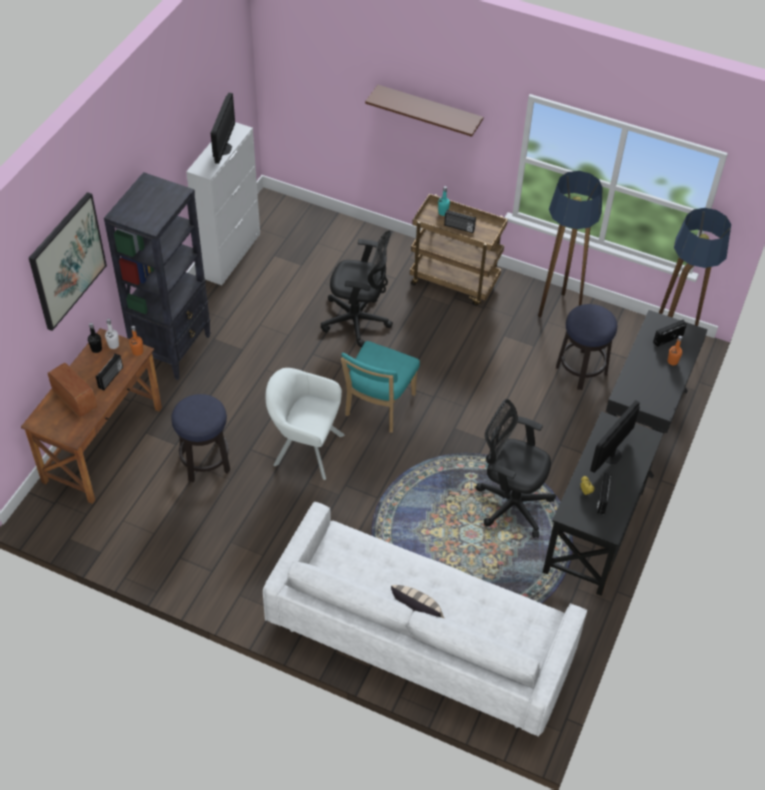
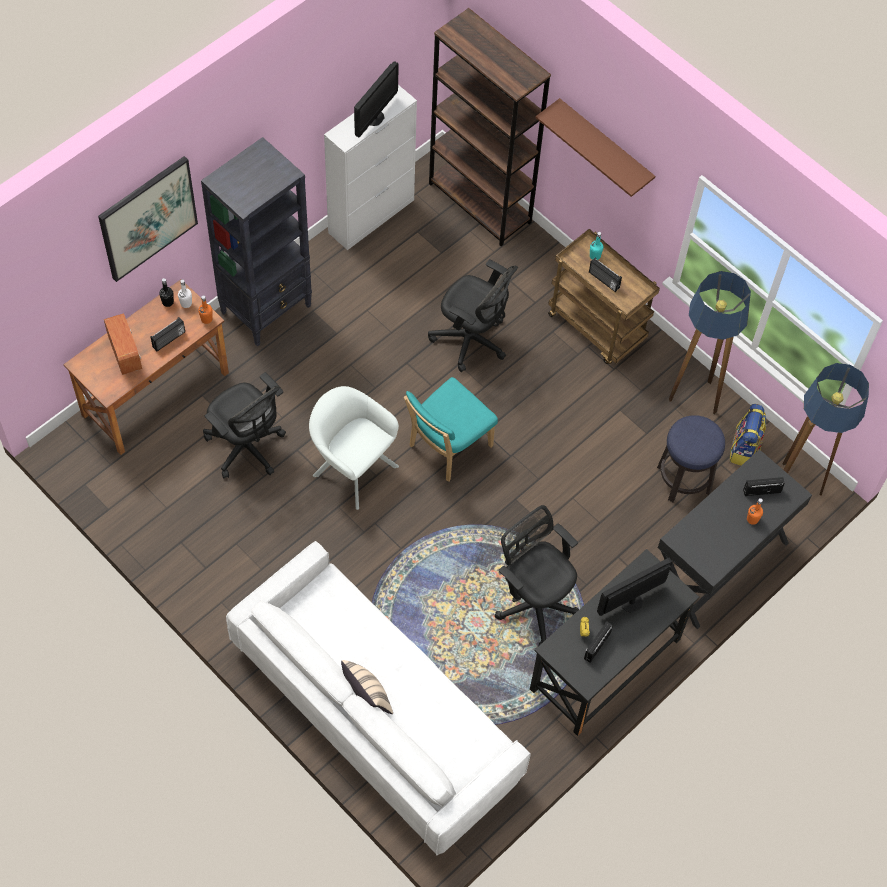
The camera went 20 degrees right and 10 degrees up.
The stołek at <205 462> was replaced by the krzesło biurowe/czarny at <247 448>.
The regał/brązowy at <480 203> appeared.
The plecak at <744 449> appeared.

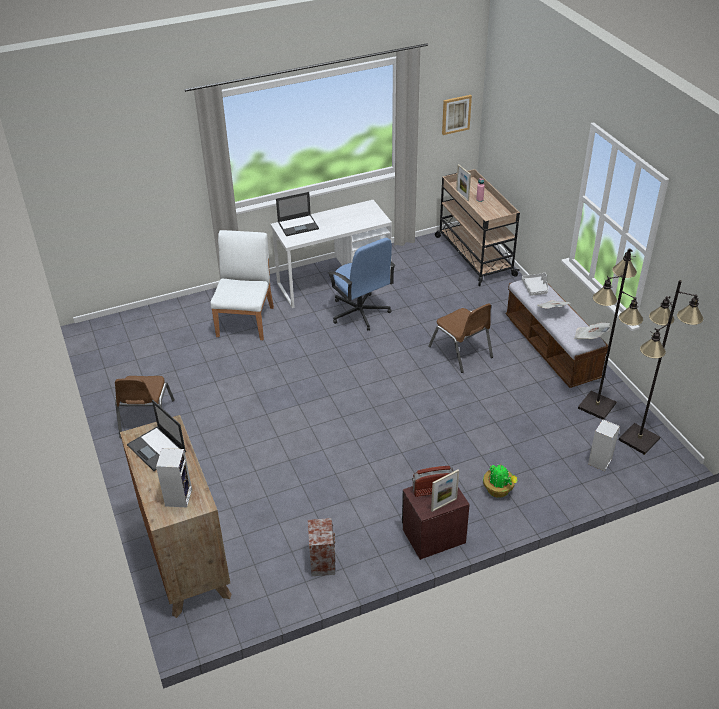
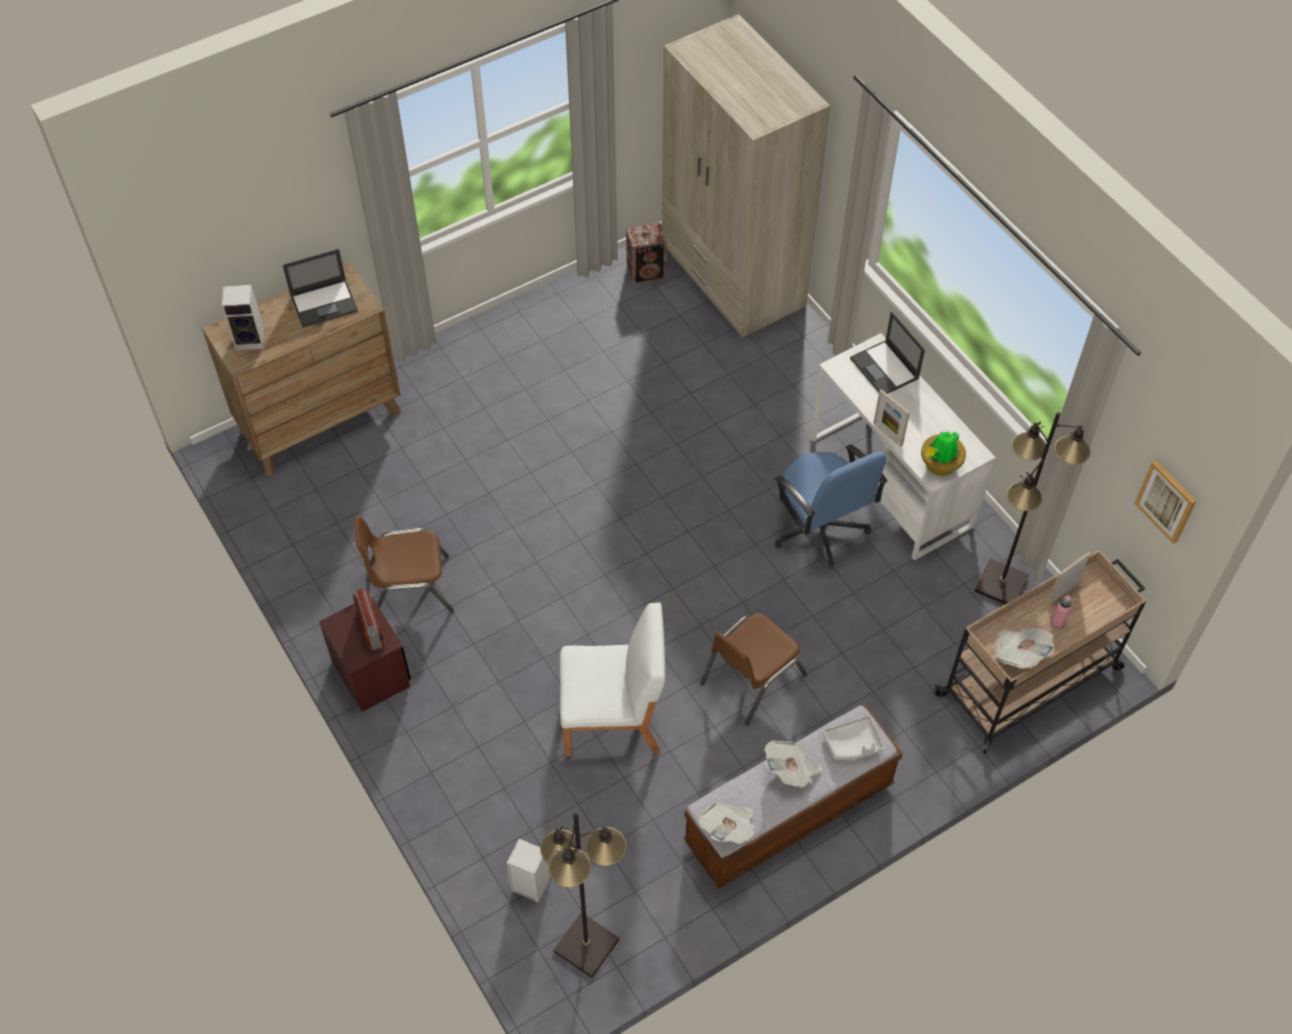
The camera went 80 degrees right and 15 degrees up.
The krzesło/biały moved from <246 321> to <613 718>.
The krzesło biurowe/niebieski at <360 313> turned 75 degrees counterclockwise.
The lampa stojąca/czarny moved from <597 406> to <1001 584>.
The krzesło/brązowy moved from <146 419> to <409 588>.
The laptop at <157 449> turned 150 degrees counterclockwise.
The roślina doniczkowa moved from <498 490> to <939 465>.
The ramka na zdjęcie moved from <444 504> to <887 434>.
The głośnik moved from <323 561> to <647 272>.
The szafa/beżowy at <732 277> appeared.
The gazeta at <1019 653> appeared.

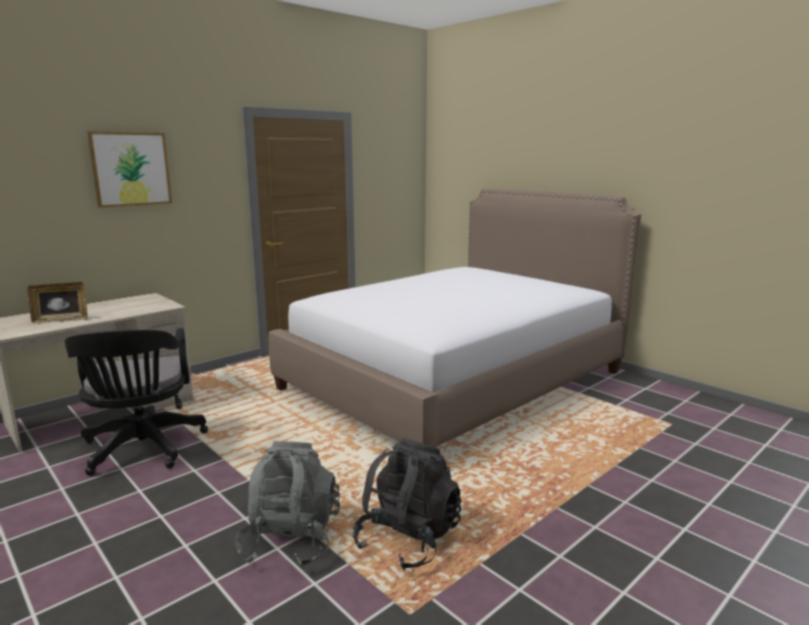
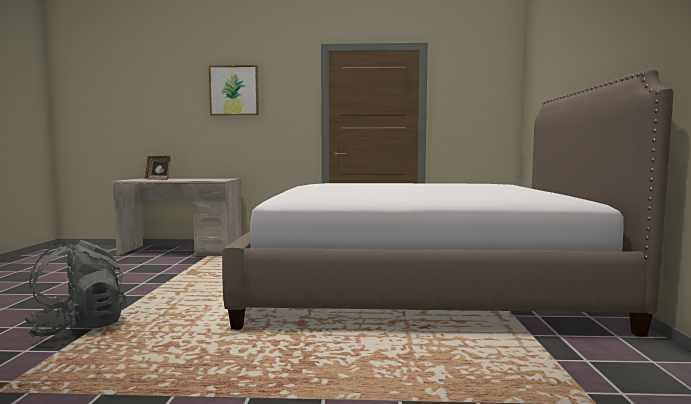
The camera went 45 degrees right and 10 degrees down.
The krzesło biurowe/czarny at <142 449> disappeared.
The plecak/czarny at <408 539> disappeared.

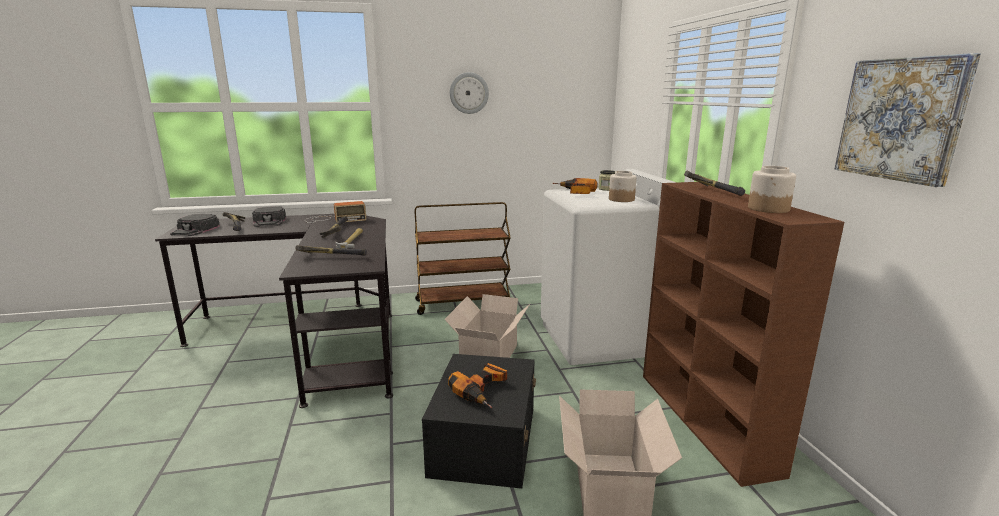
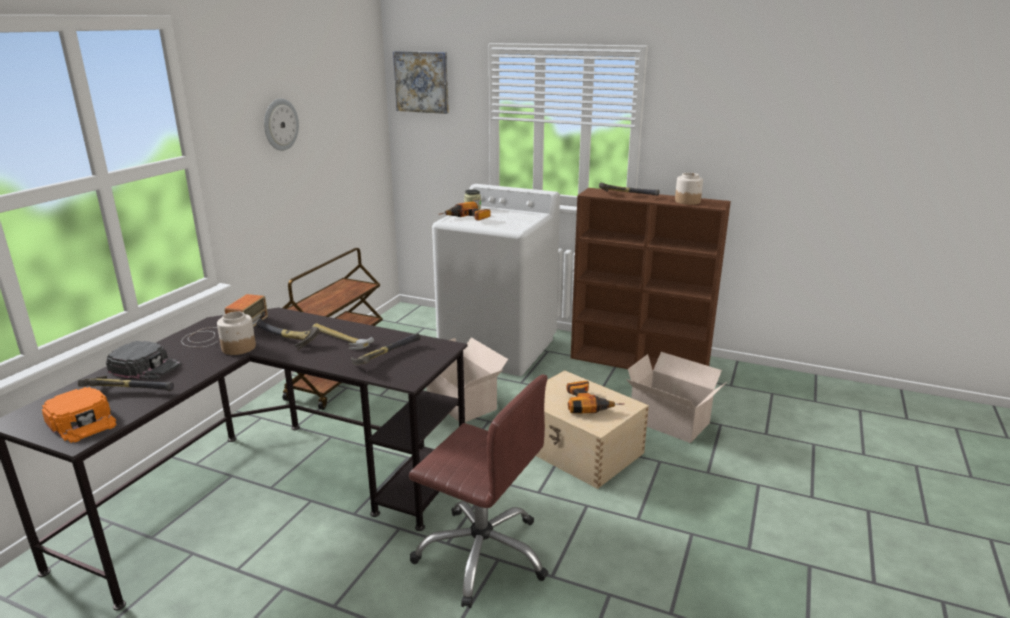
The camera went 55 degrees left and 5 degrees up.
The obraz moved from <901 119> to <422 82>.
The słoik moved from <621 199> to <238 348>.
The czapka z daszkiem/czarny at <195 230> became the czapka z daszkiem/pomarańczowy at <82 421>.
The pojemnik do przechowywania/czarny at <483 441> became the pojemnik do przechowywania/beżowy at <579 449>.
The krzesło biurowe/brązowy at <482 554> appeared.

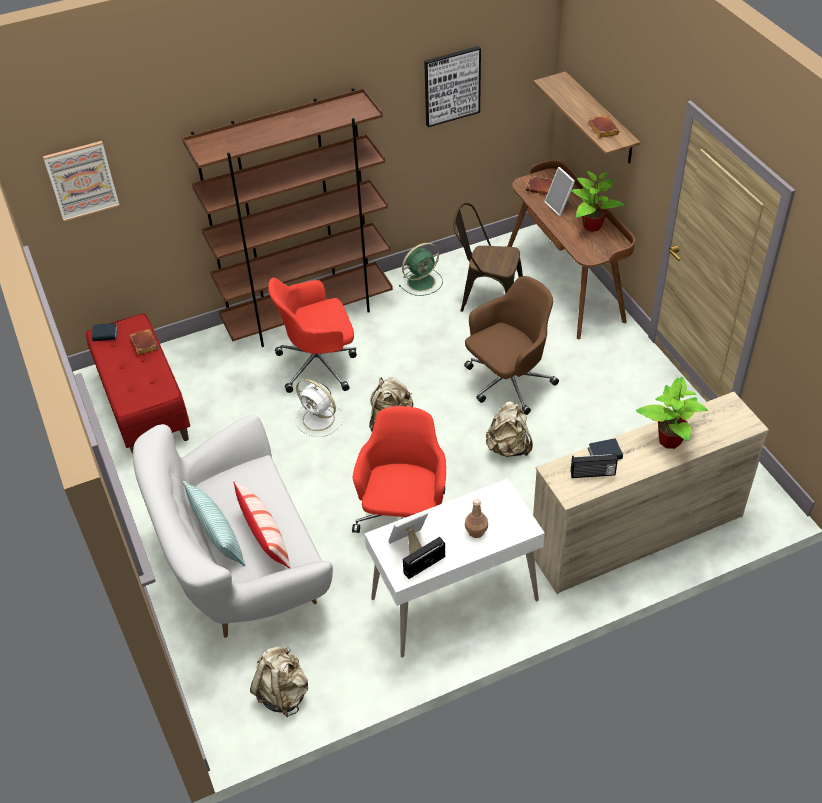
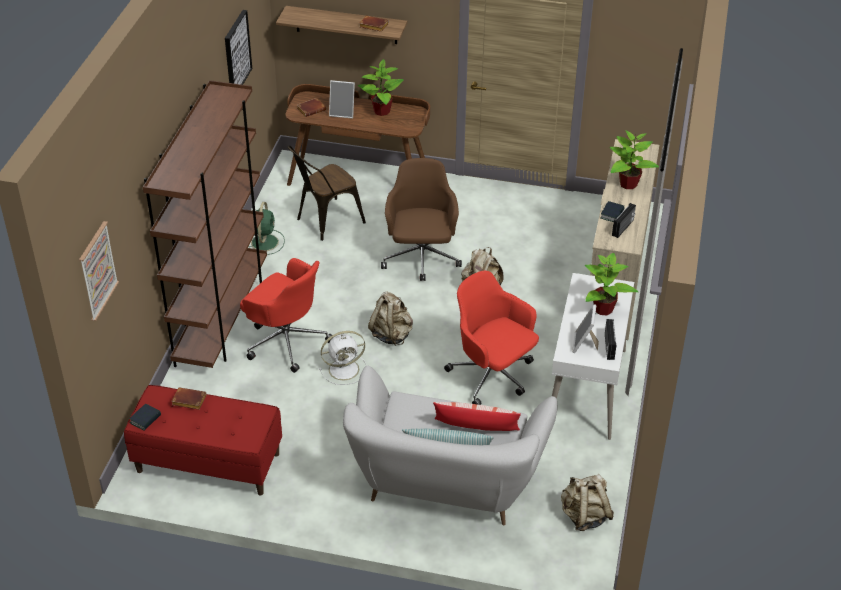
The camera went 55 degrees left and 5 degrees down.
The krzesło biurowe/czerwony at <319 365> turned 75 degrees counterclockwise.
The butelka/brązowy at <476 531> was replaced by the roślina doniczkowa at <603 309>.

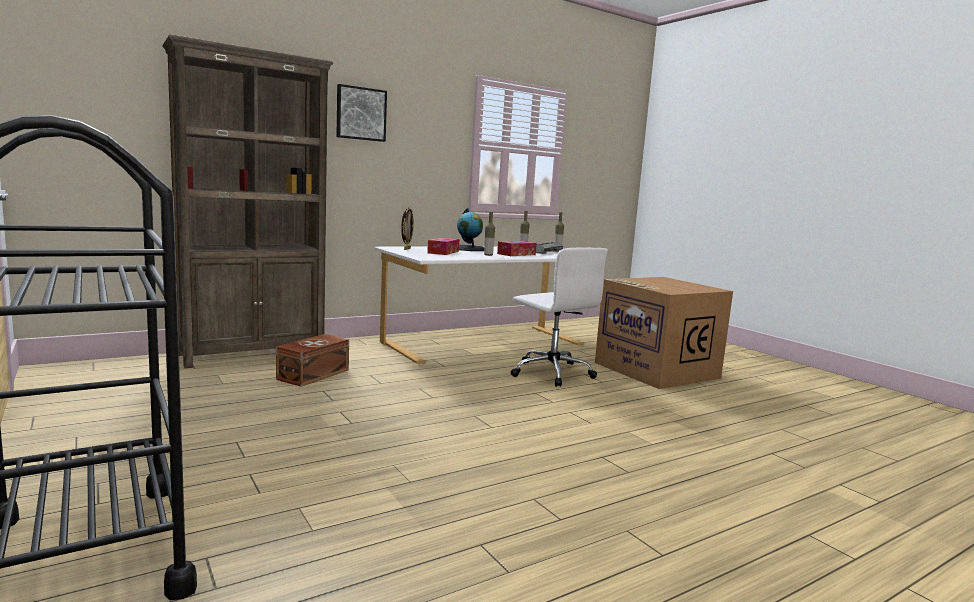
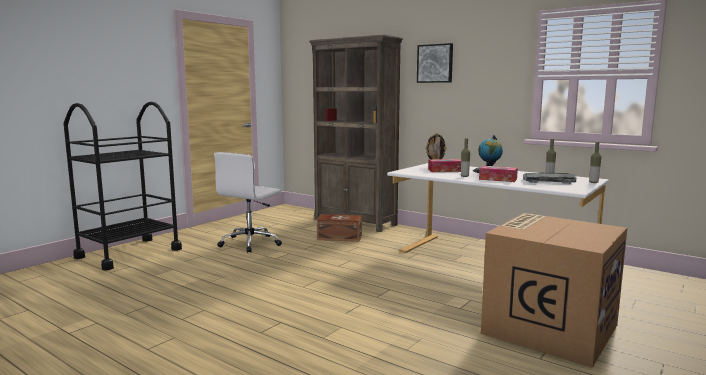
The camera went 70 degrees right and 0 degrees up.
The krzesło biurowe/biały moved from <551 372> to <251 243>.

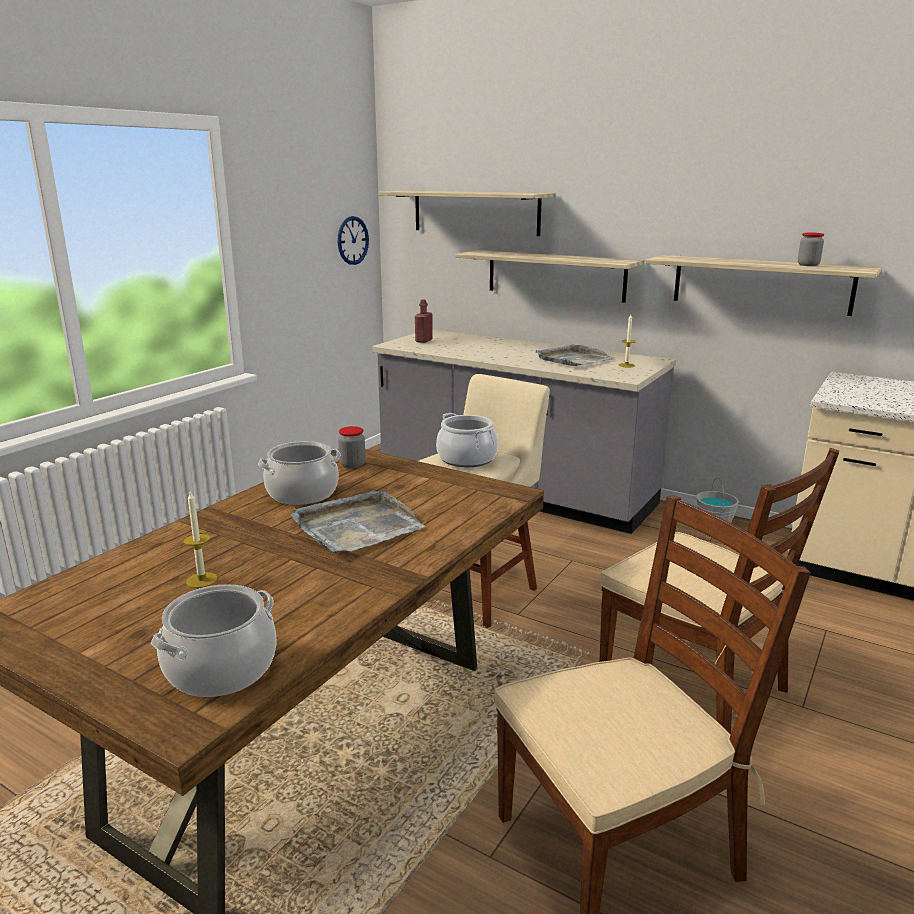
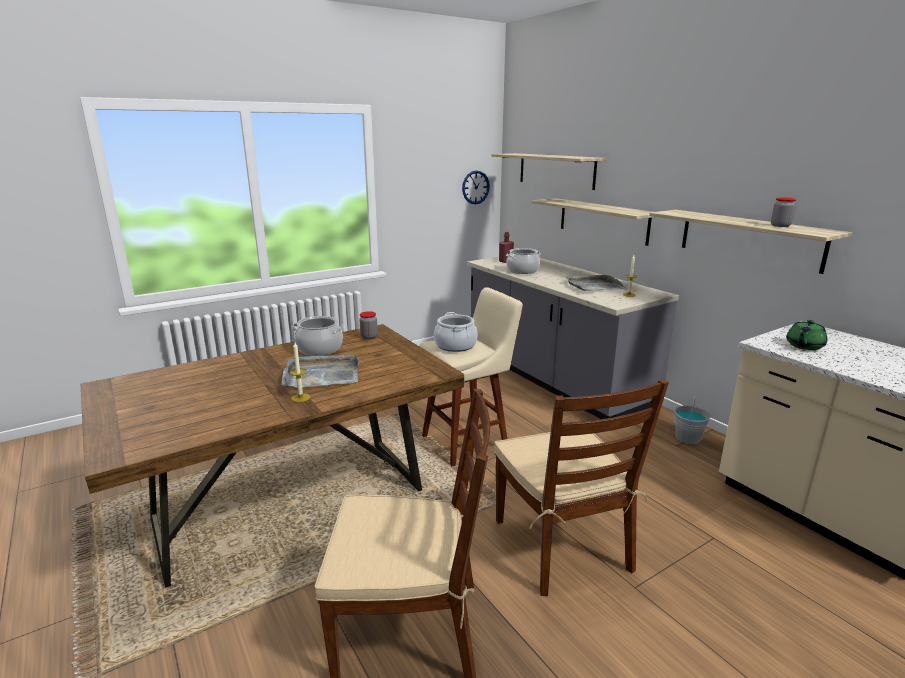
The camera went 25 degrees right and 0 degrees up.
The świeca moved from <202 580> to <300 397>.
The garnek moved from <221 668> to <522 271>.
The imbryk/zielony at <804 346> appeared.

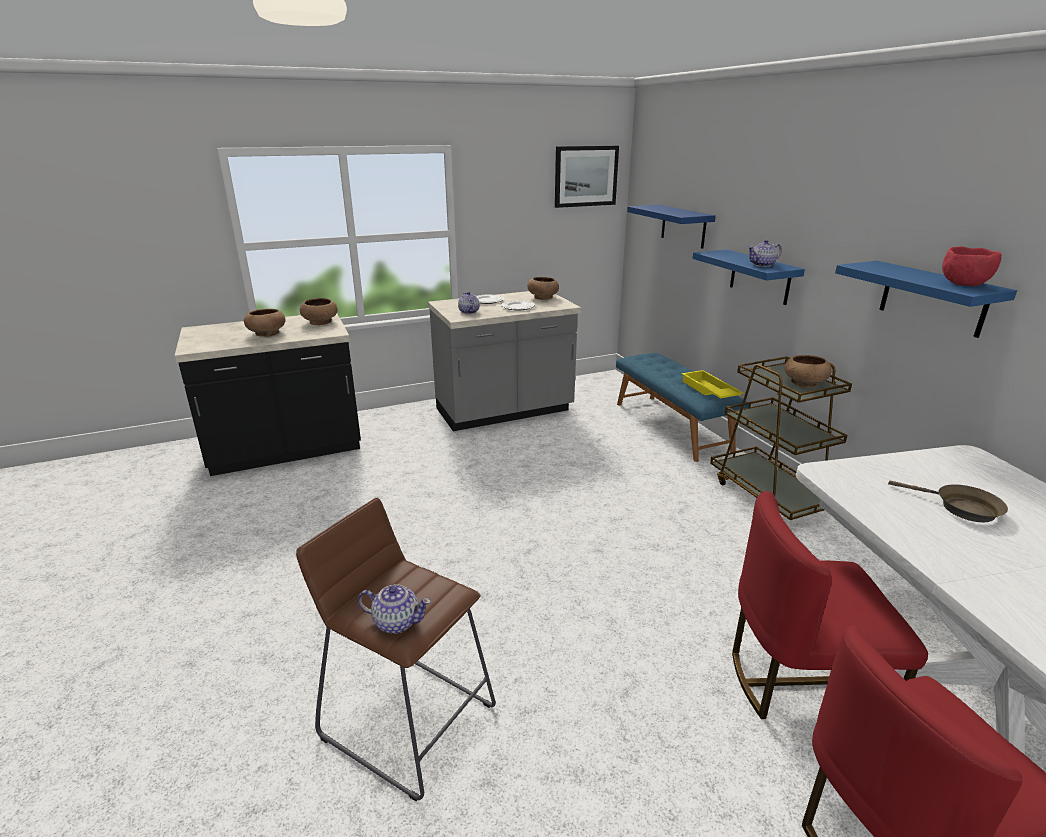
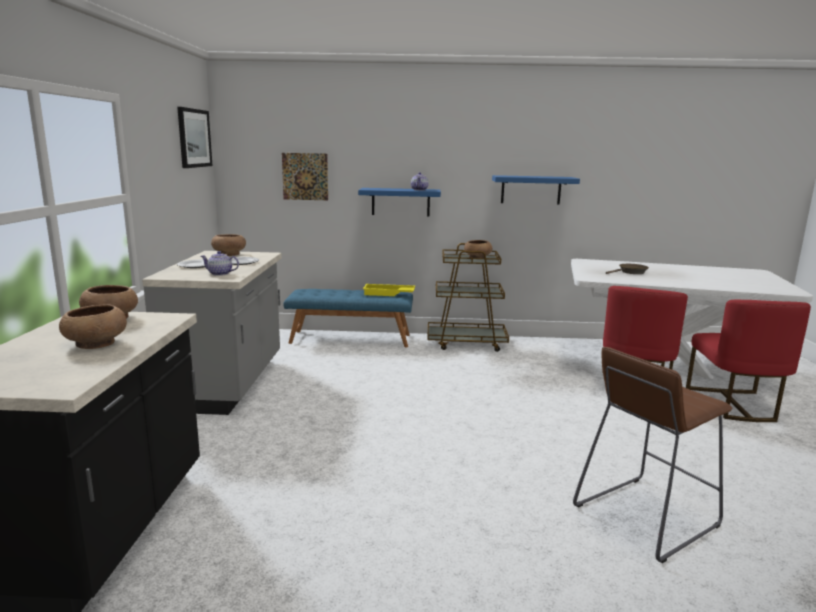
The camera went 65 degrees left and 10 degrees down.
The półka/niebieski at <683 226> was replaced by the obraz at <305 176>.
The miska/czerwony at <963 284> disappeared.
The imbryk at <396 622> disappeared.

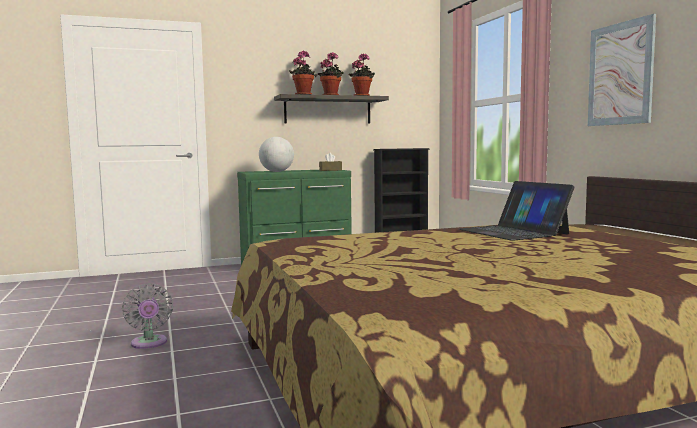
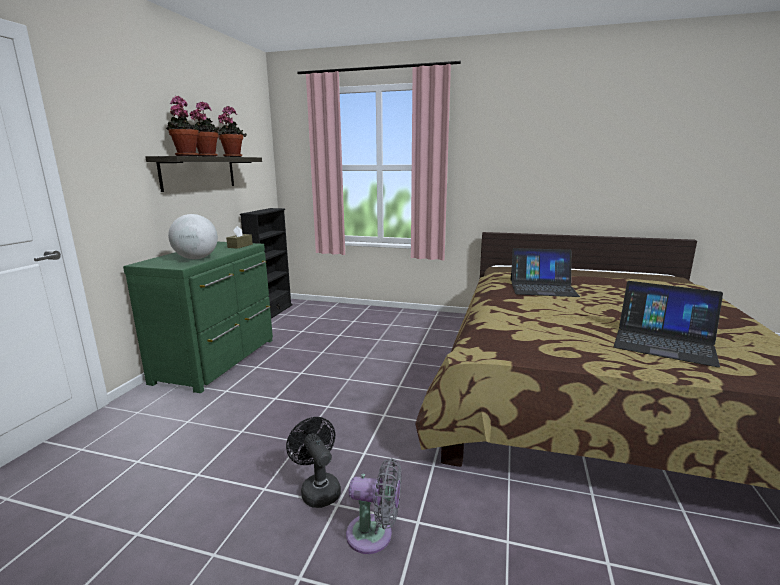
The camera went 55 degrees left and 10 degrees up.
The obraz at <620 74> disappeared.
The laptop at <664 342> appeared.
The wentylator/czarny at <318 489> appeared.

